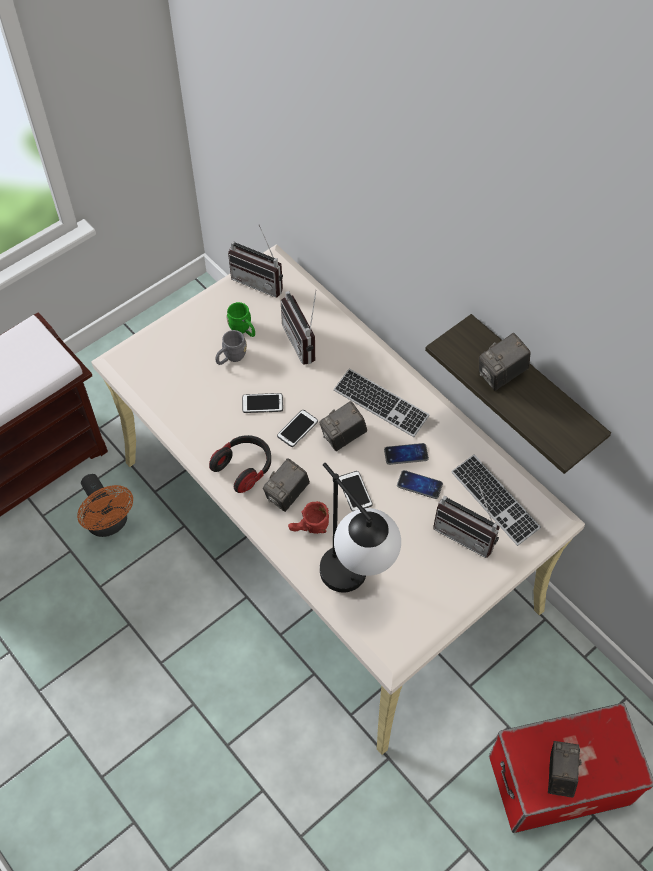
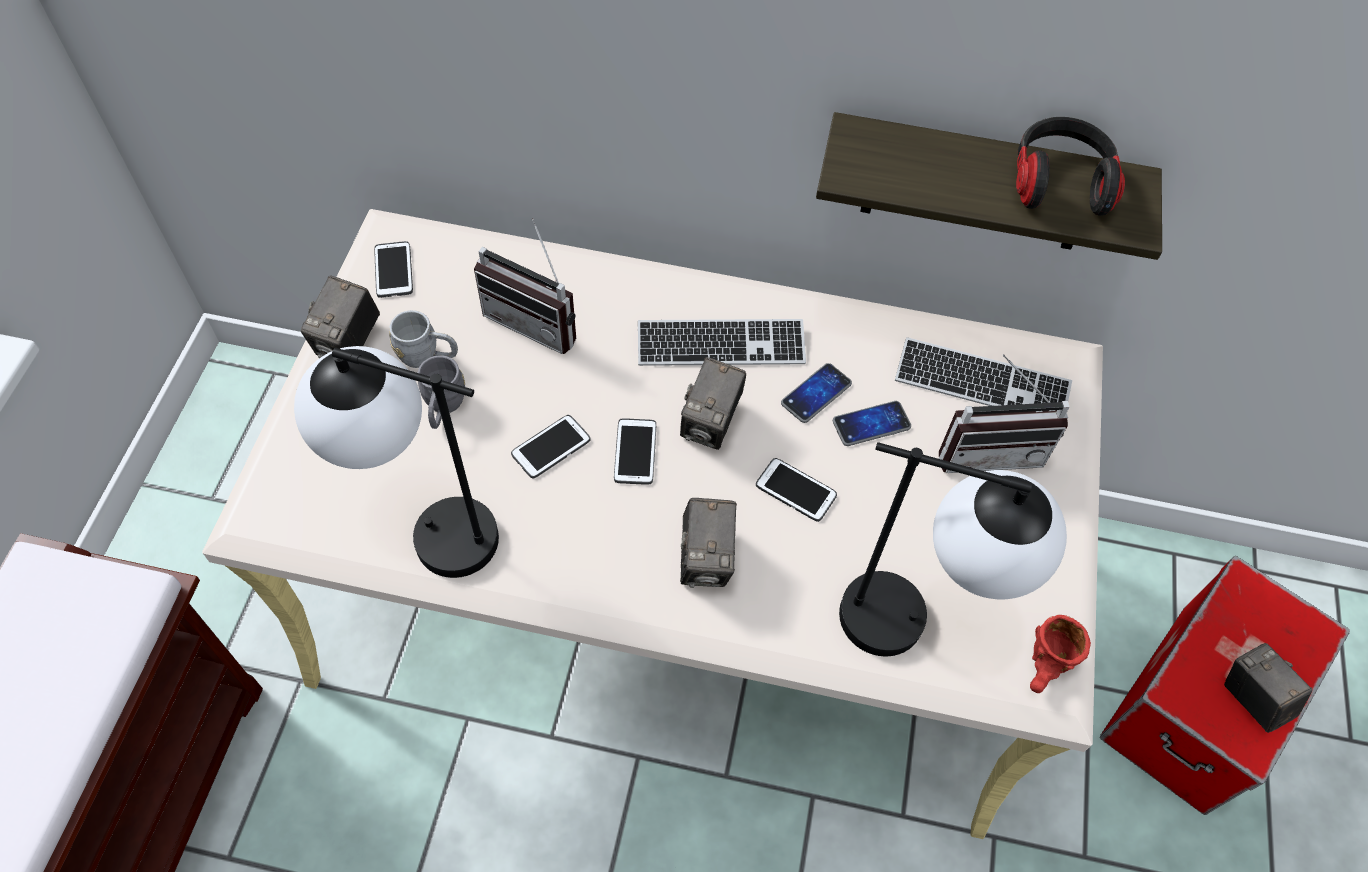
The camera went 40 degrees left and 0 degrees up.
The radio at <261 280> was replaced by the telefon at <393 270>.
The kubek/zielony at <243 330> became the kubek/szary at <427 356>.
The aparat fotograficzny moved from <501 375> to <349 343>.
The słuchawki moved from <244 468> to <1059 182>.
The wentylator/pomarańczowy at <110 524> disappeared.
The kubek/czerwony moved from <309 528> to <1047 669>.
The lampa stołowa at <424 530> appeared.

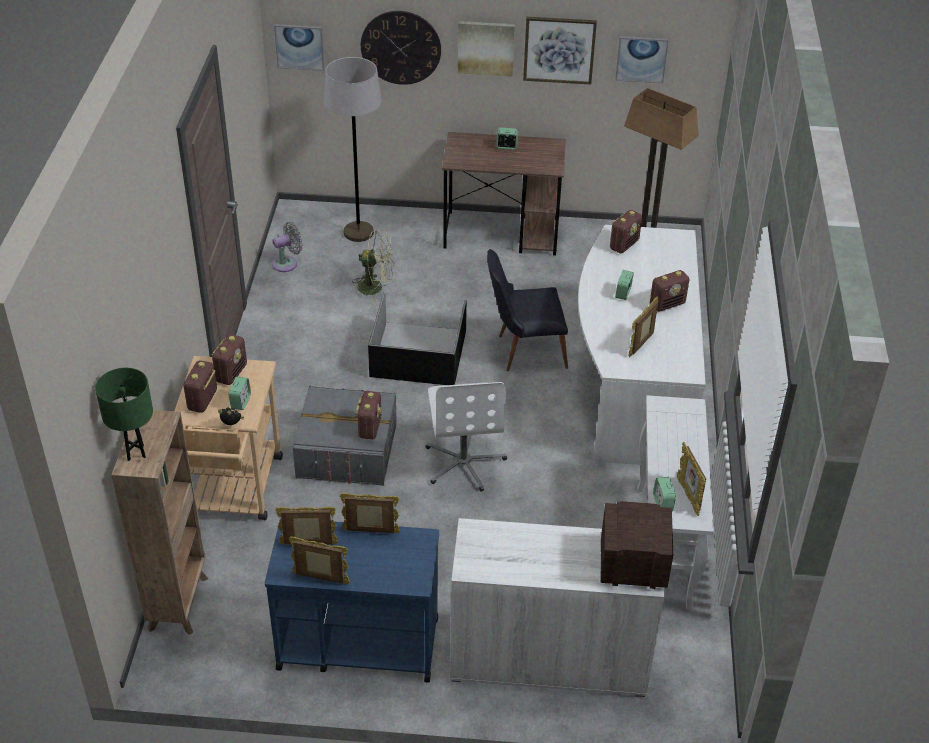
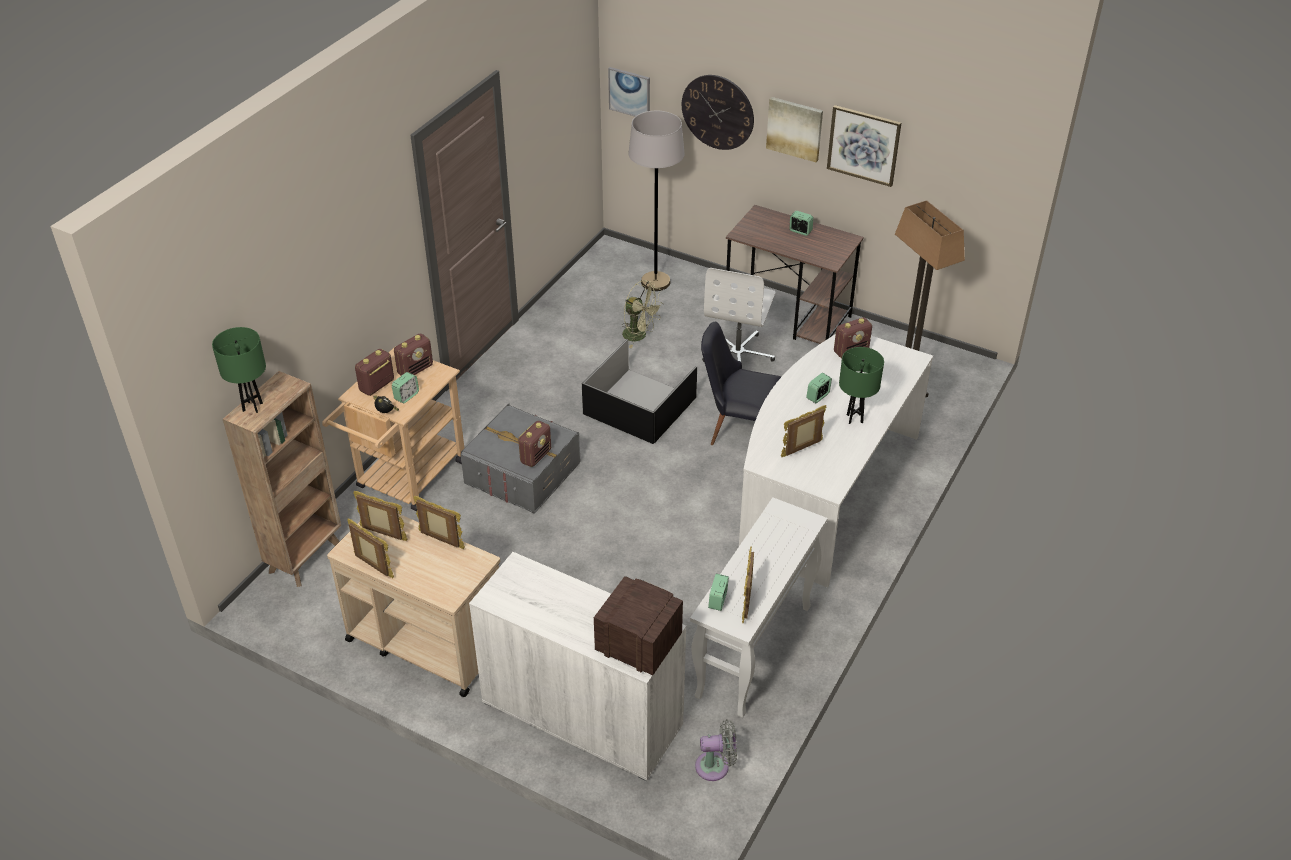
The camera went 25 degrees right and 0 degrees up.
The obraz at <641 59> disappeared.
The wentylator/szary moved from <287 263> to <716 766>.
The radio at <667 304> was replaced by the lampa stołowa/zielony at <854 418>.
The krzesło biurowe/biały moved from <464 462> to <738 354>.
The wózek/niebieski at <357 643> became the wózek/beżowy at <426 642>.

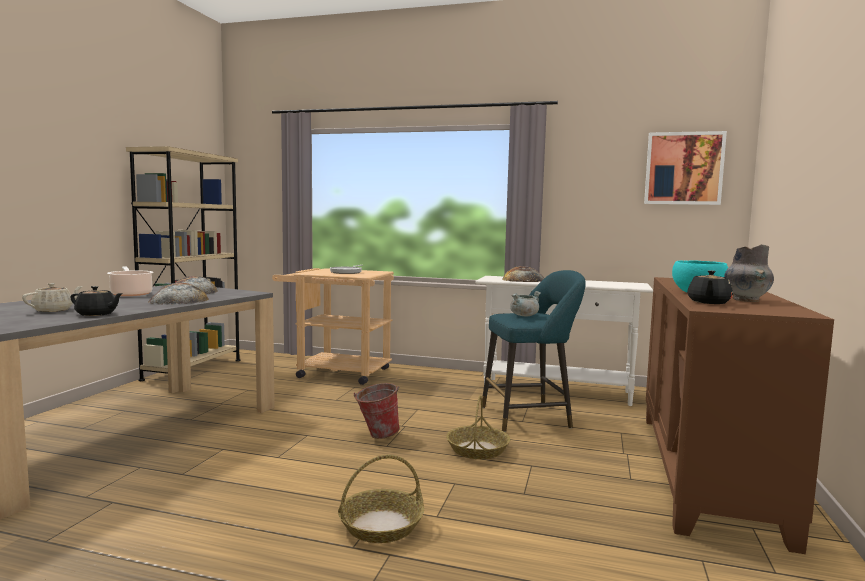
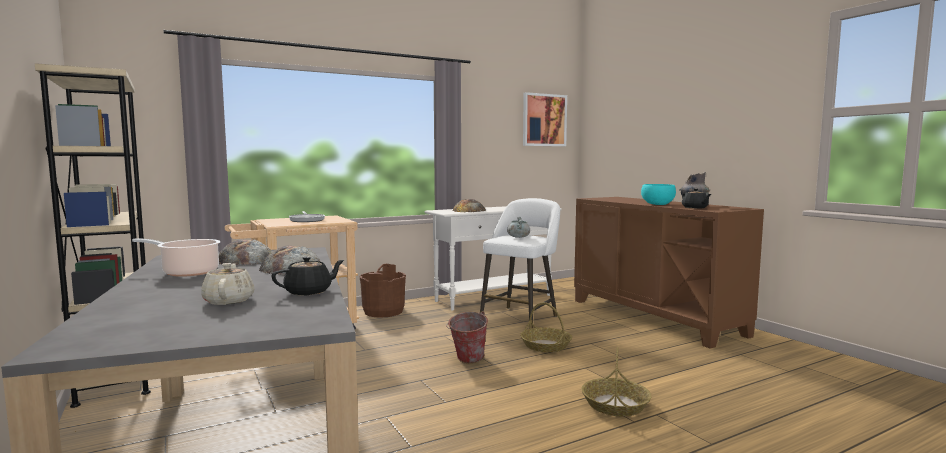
The camera went 45 degrees left and 0 degrees up.
The stołek/turkusowy at <530 417> became the stołek/biały at <521 318>.
The wiadro/brązowy at <383 312> appeared.

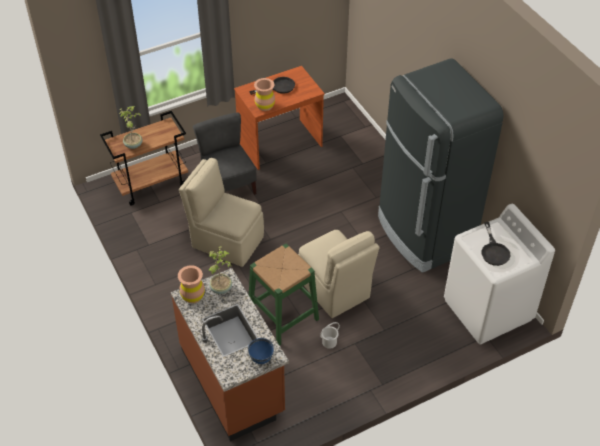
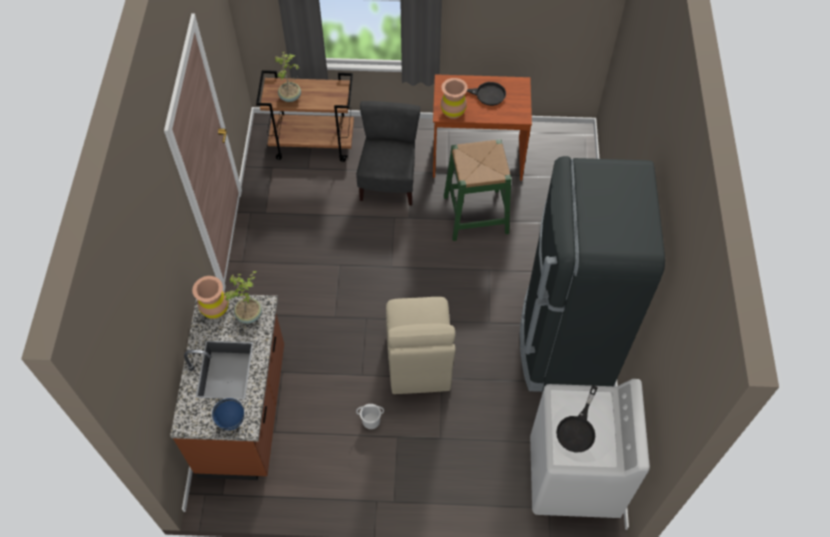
The camera went 30 degrees right and 10 degrees up.
The krzesło/beżowy at <226 241> disappeared.
The stołek/zielony moved from <283 316> to <475 214>.

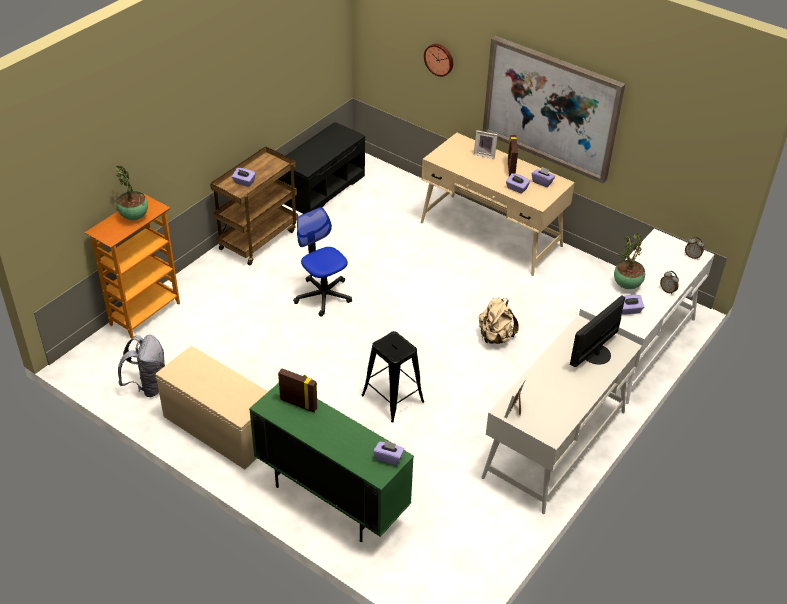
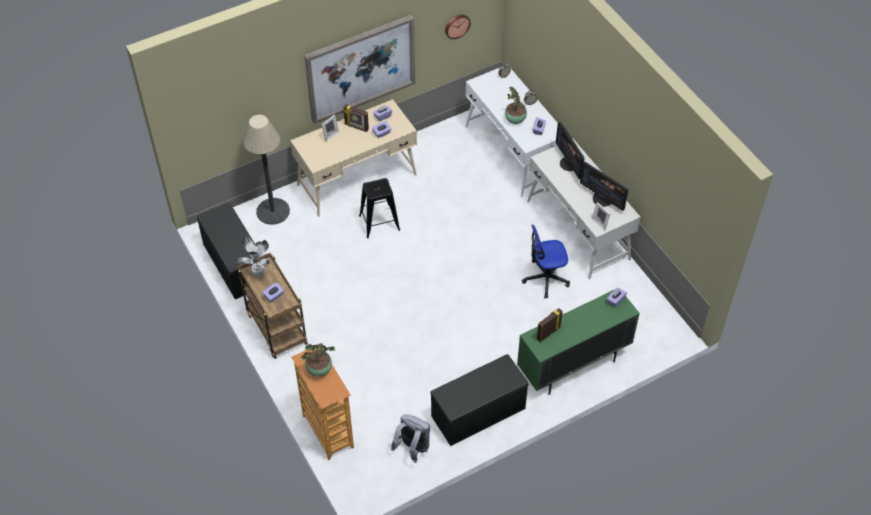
The camera went 65 degrees left and 10 degrees up.
The zegar ścienny moved from <439 59> to <456 25>.
The krzesło biurowe moved from <323 296> to <545 278>.
The plecak/beżowy at <495 337> disappeared.
The stołek/czarny moved from <392 398> to <379 223>.
The ławka/beżowy at <219 427> became the ławka/czarny at <478 413>.
The lampa stojąca at <273 211> appeared.
The monitor at <602 199> appeared.
The roślina doniczkowa at <258 275> appeared.

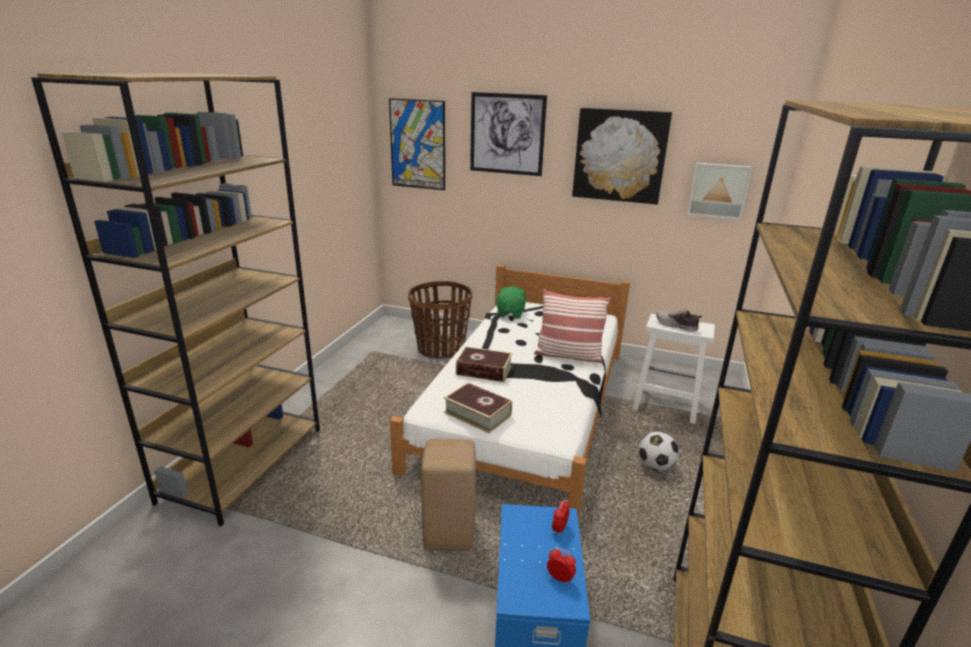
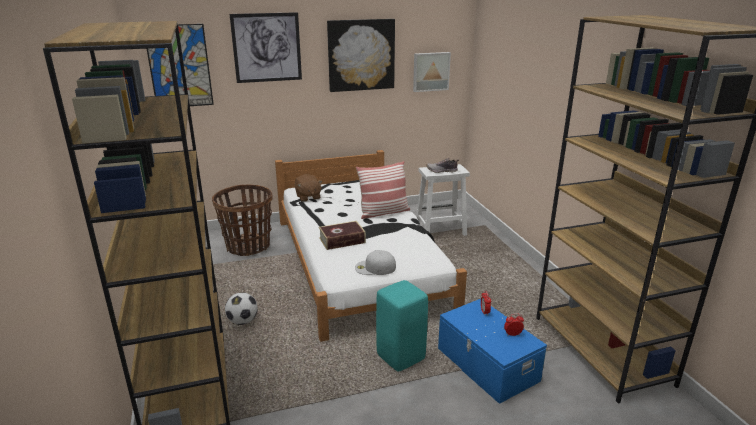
The camera went 35 degrees left and 0 degrees up.
The pluszak/zielony at <510 313> became the pluszak/brązowy at <308 197>.
The książka at <477 414> was replaced by the czapka z daszkiem/biały at <375 268>.
The piłka futbolowa moved from <655 466> to <243 321>.
The stołek/beżowy at <450 534> became the stołek/turkusowy at <401 357>.

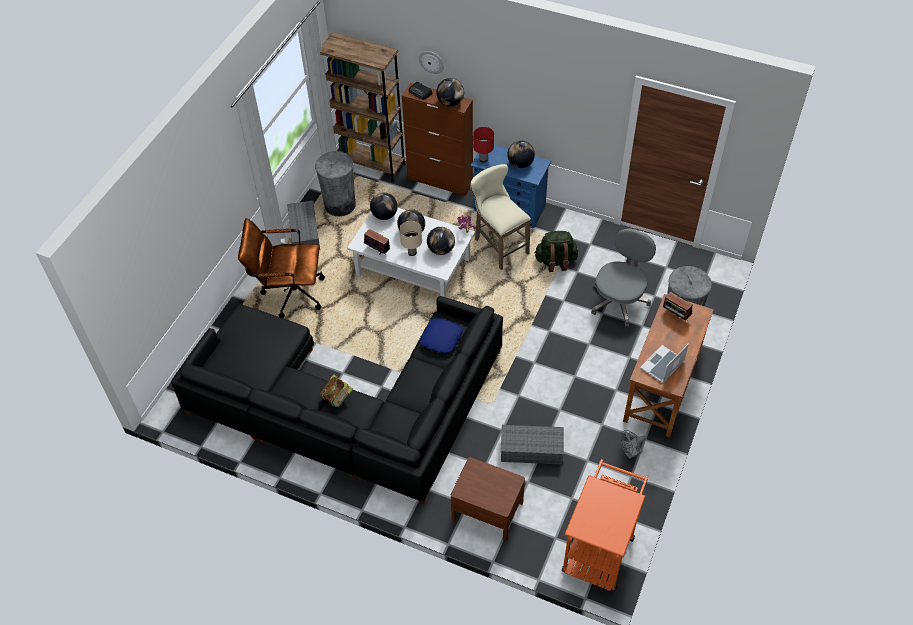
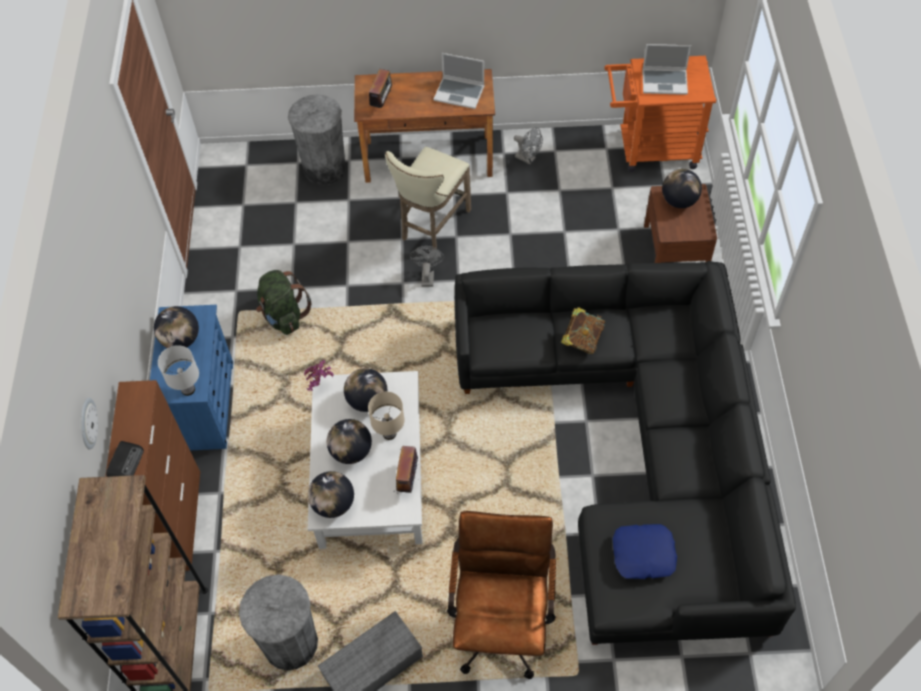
The camera went 115 degrees left and 5 degrees up.
The globus moved from <450 103> to <679 201>.
The lampa stołowa/czerwony at <483 159> became the lampa stołowa/biały at <188 389>.
The stołek/beżowy moved from <498 245> to <432 226>.
The krzesło biurowe/brązowy at <288 293> turned 150 degrees counterclockwise.
The krzesło biurowe/szary at <619 301> disappeared.
The poduszka/niebieski moved from <441 338> to <643 555>.
The książka moved from <337 398> to <582 339>.
The pojemnik do przechowywania/szary at <530 450> disappeared.
The laptop at <665 82> appeared.
The wentylator/szary at <427 276> appeared.

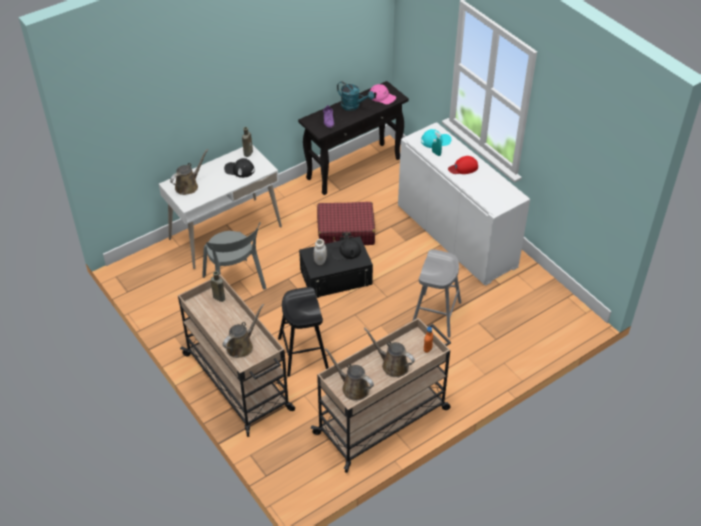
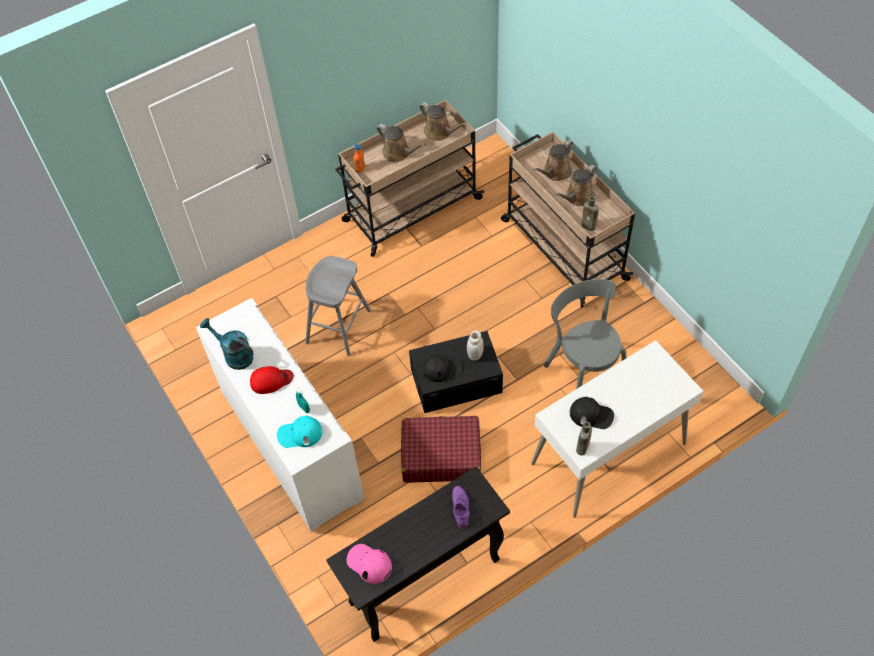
The camera went 175 degrees left and 10 degrees up.
The konewka/turkusowy moved from <353 106> to <234 355>.
The konewka/brązowy moved from <188 186> to <577 197>.
The stołek/czarny at <303 353> disappeared.

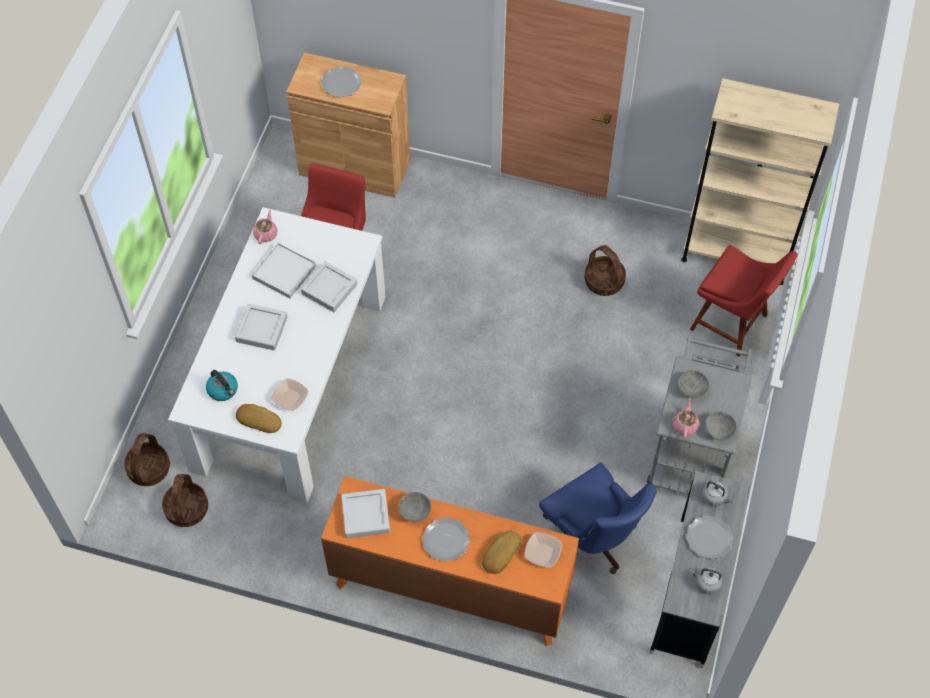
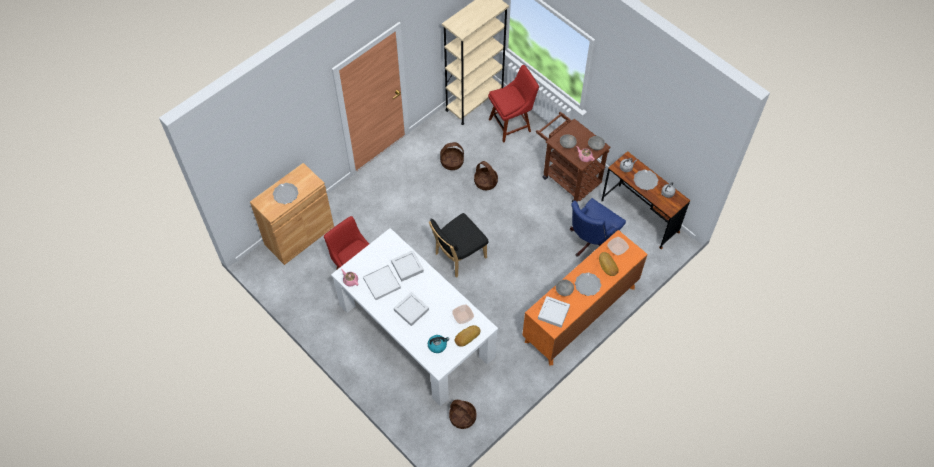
The camera went 60 degrees left and 0 degrees up.
The wózek/szary at <691 449> became the wózek/brązowy at <567 177>.
The koszyk moved from <148 468> to <485 182>.
The krzesło biurowe/niebieski at <591 541> turned 135 degrees clockwise.
The biurko/szary at <691 591> became the biurko/brązowy at <639 216>.
The krzesło/czarny at <458 256> appeared.

